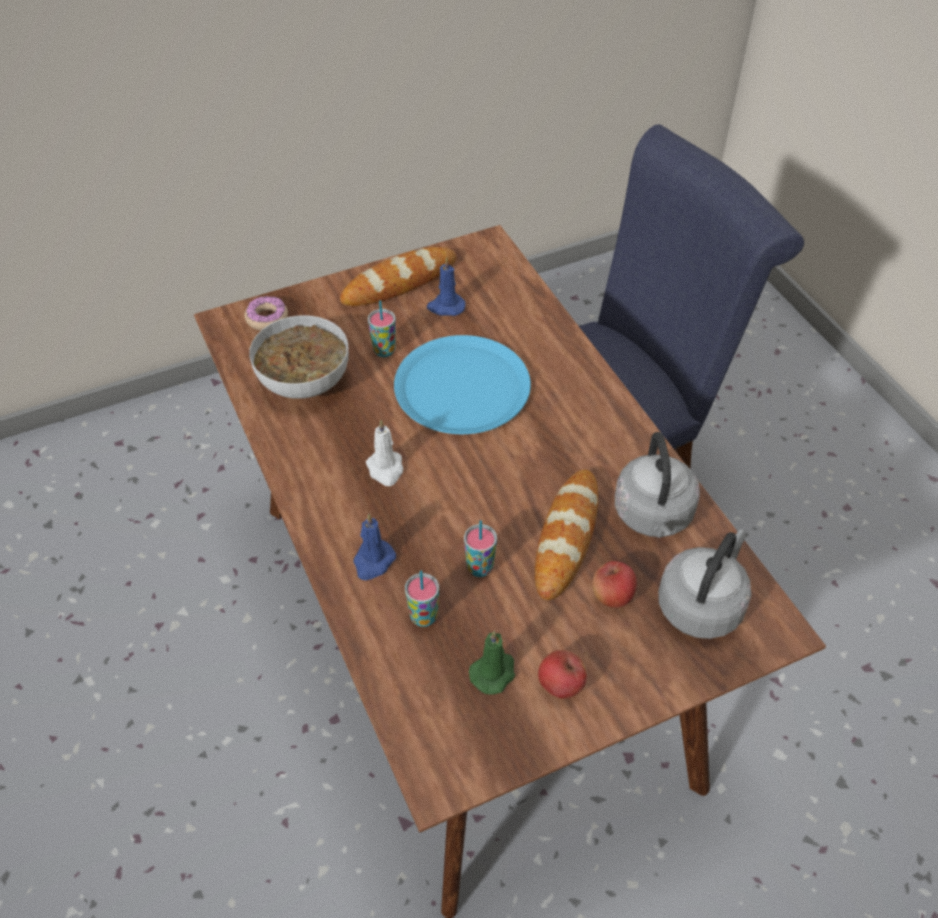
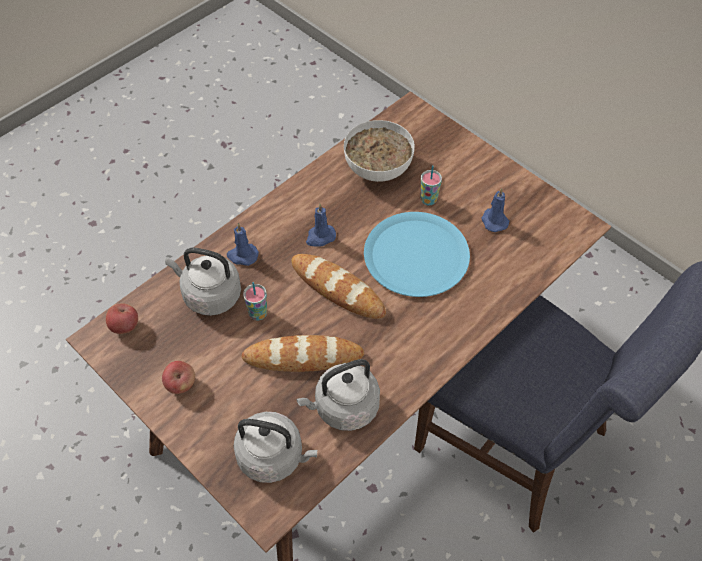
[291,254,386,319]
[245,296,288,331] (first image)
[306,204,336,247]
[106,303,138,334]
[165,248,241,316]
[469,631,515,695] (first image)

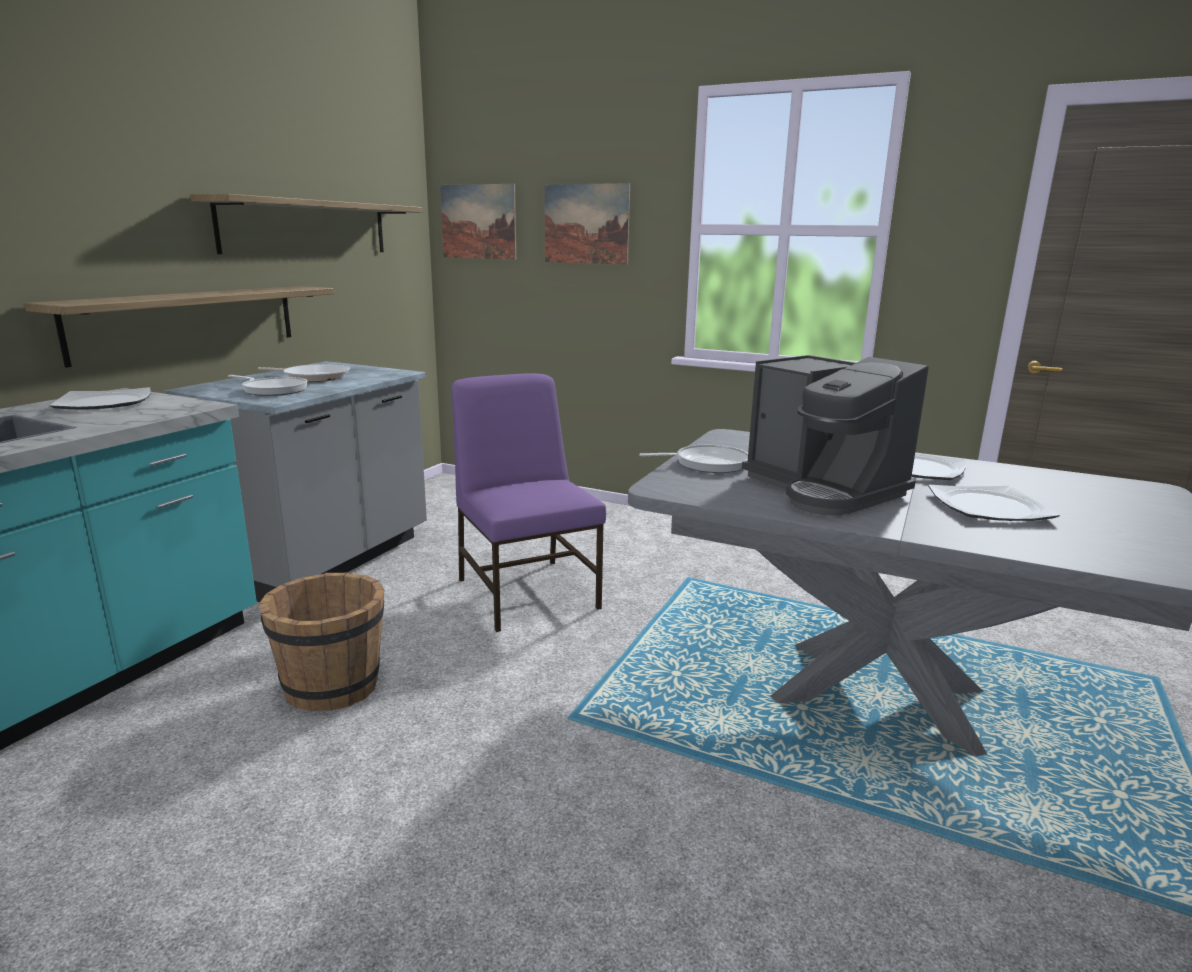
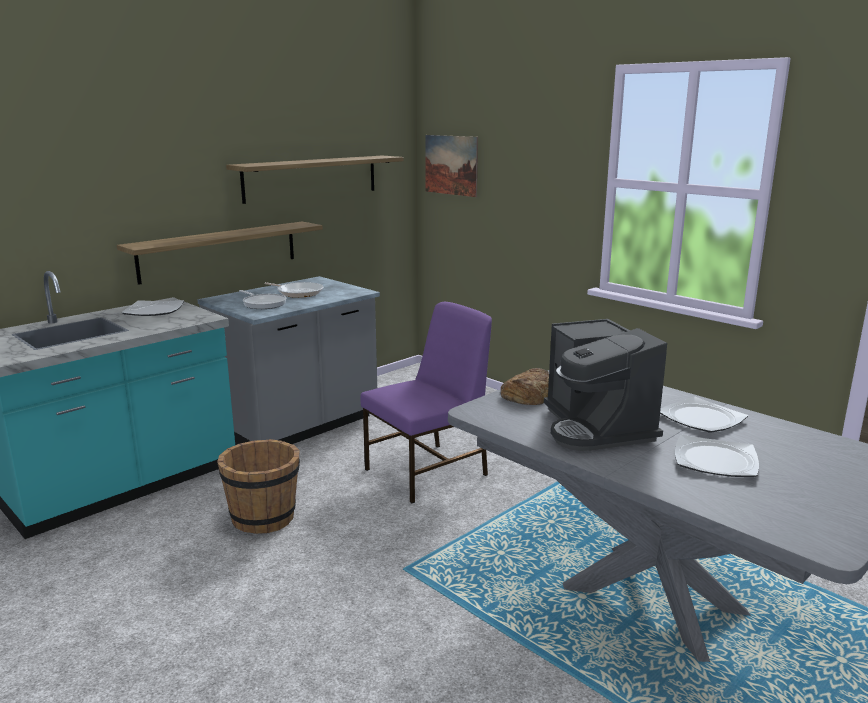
[544,183,630,265] (first image)
[361,302,492,503]
[501,368,549,405]

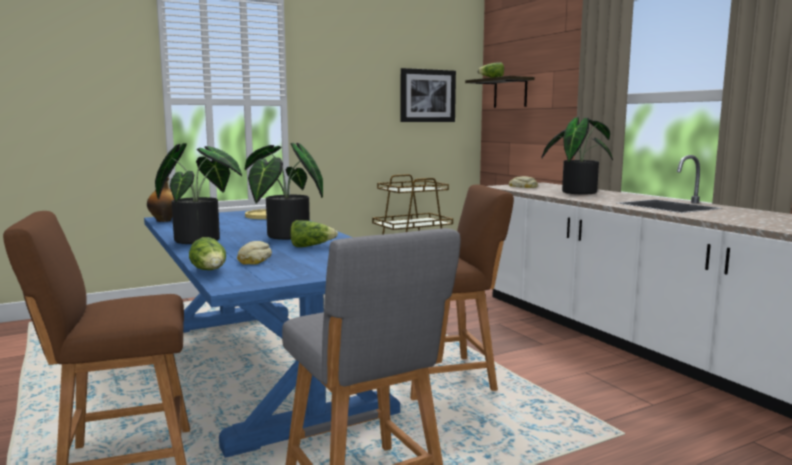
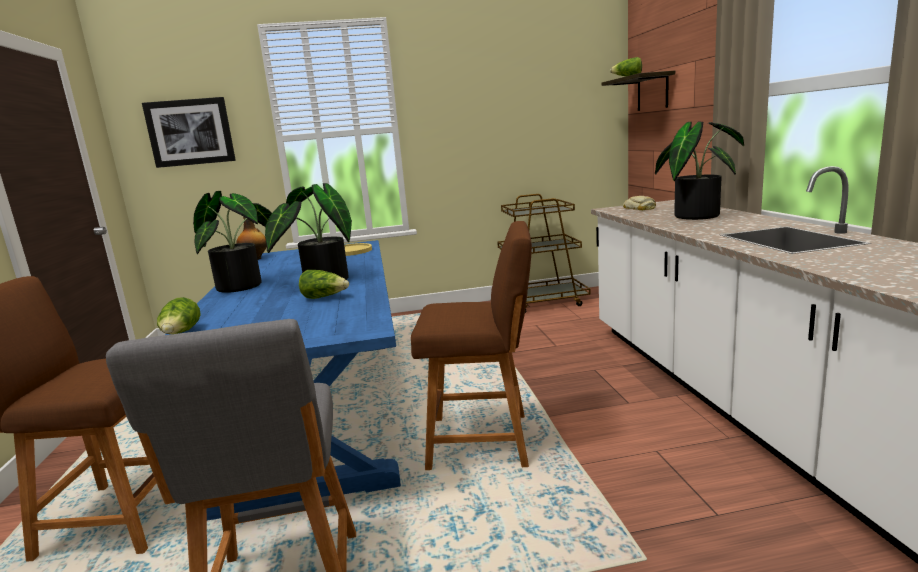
[142,97,236,168]
[237,241,272,265] (first image)

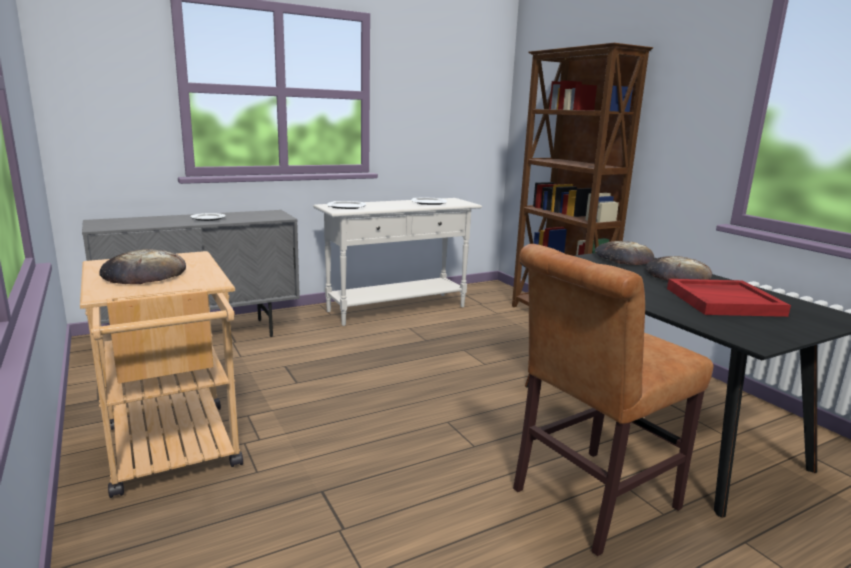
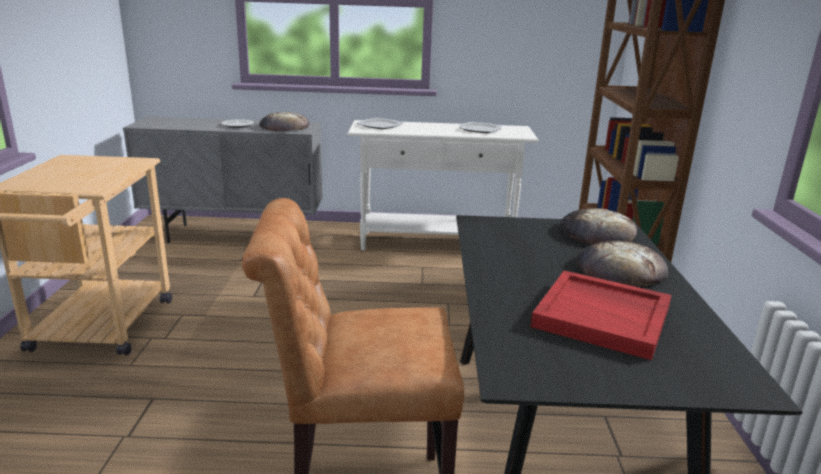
[259,112,309,131]

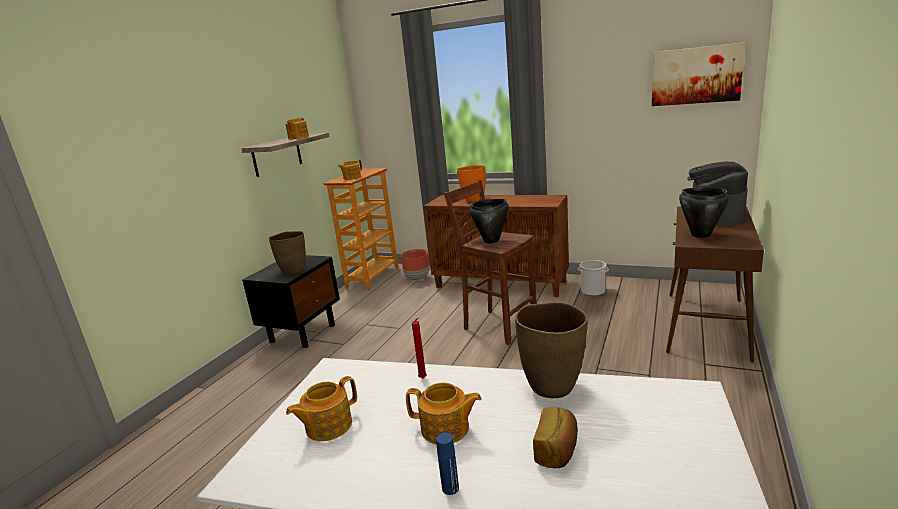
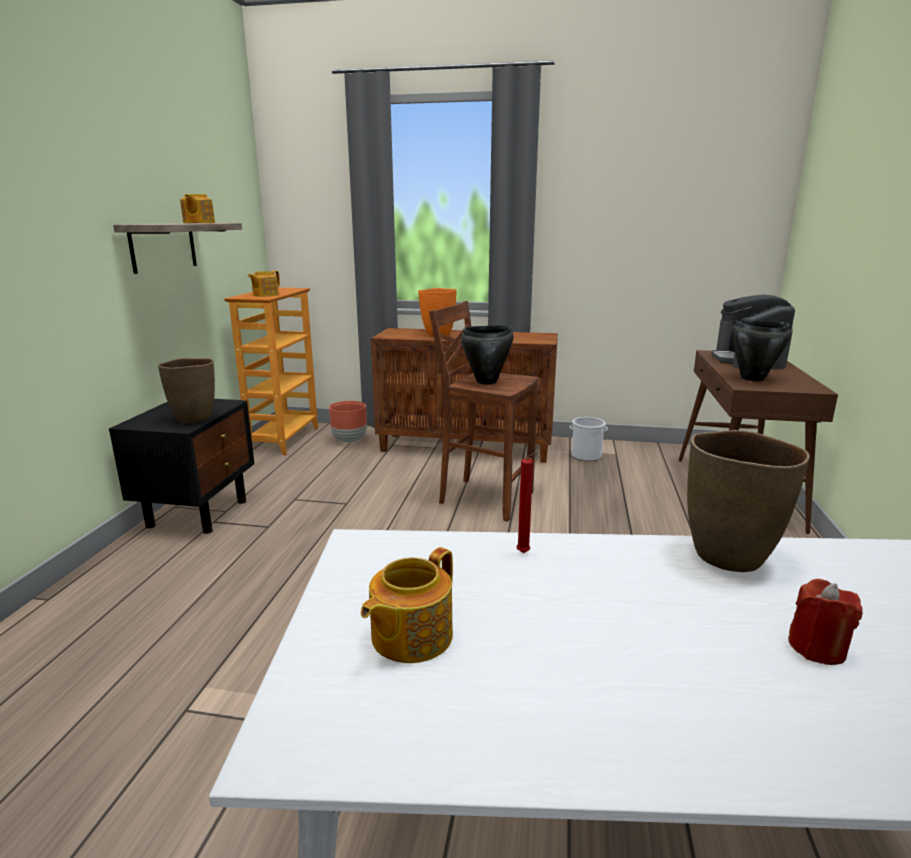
[652,42,745,106] (first image)
[406,383,482,445] (first image)
[788,579,863,665]
[436,432,459,495] (first image)

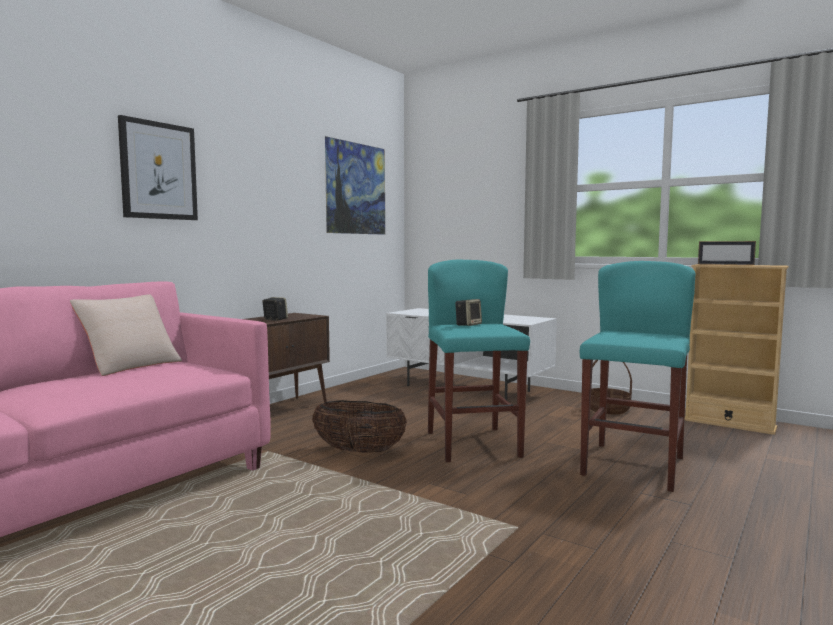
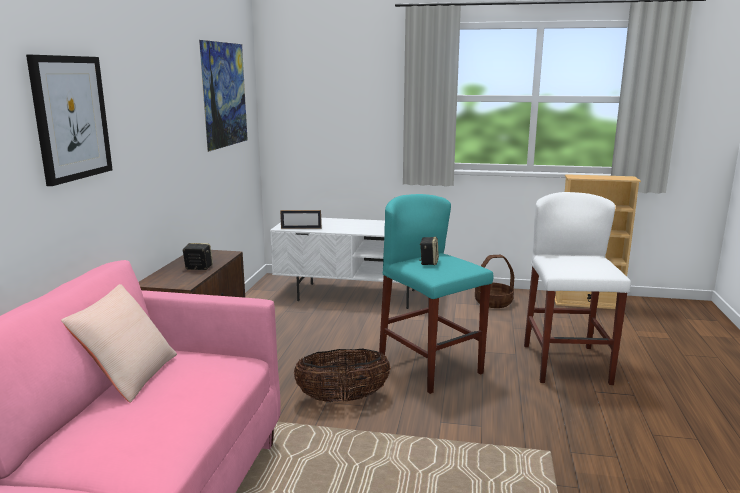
[280,210,321,229]
[524,192,631,385]

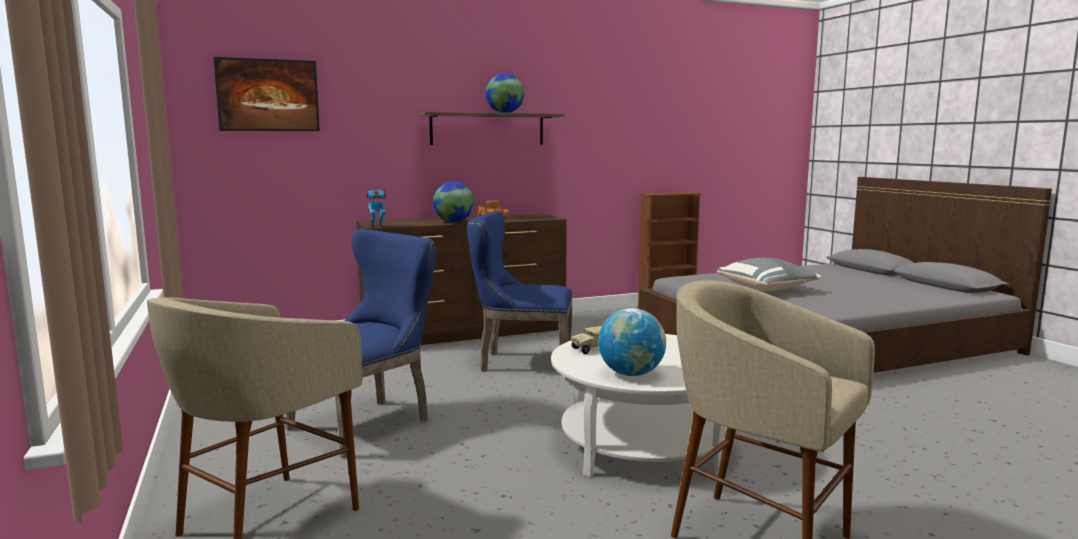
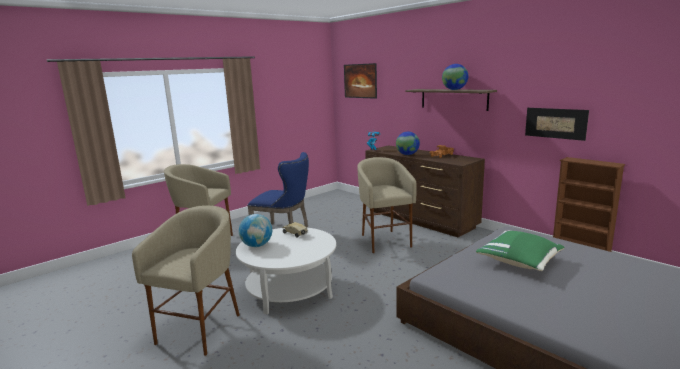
[357,157,417,253]
[476,231,564,271]
[525,108,589,141]

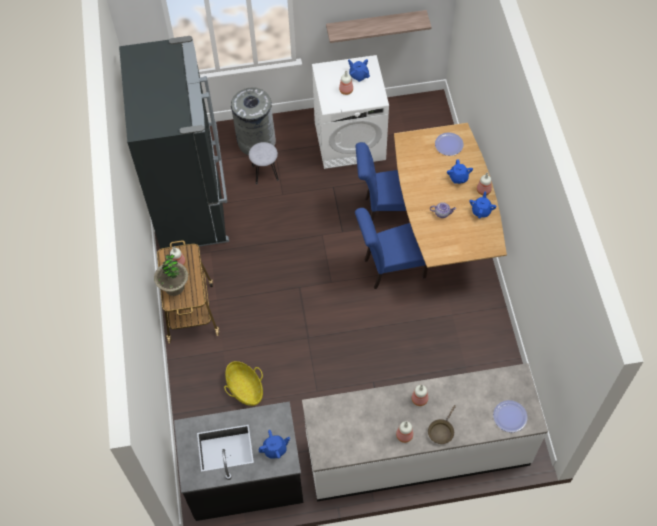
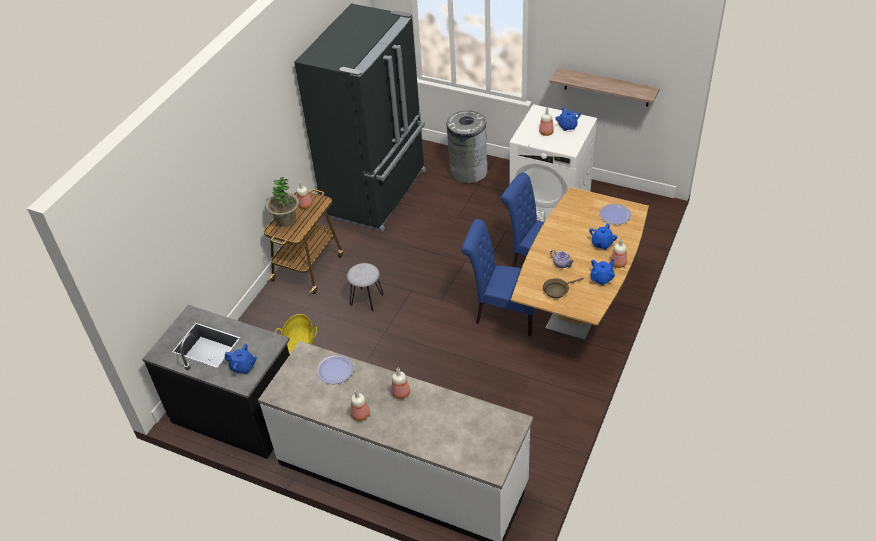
[347,263,384,312]
[317,355,353,384]
[543,278,584,298]

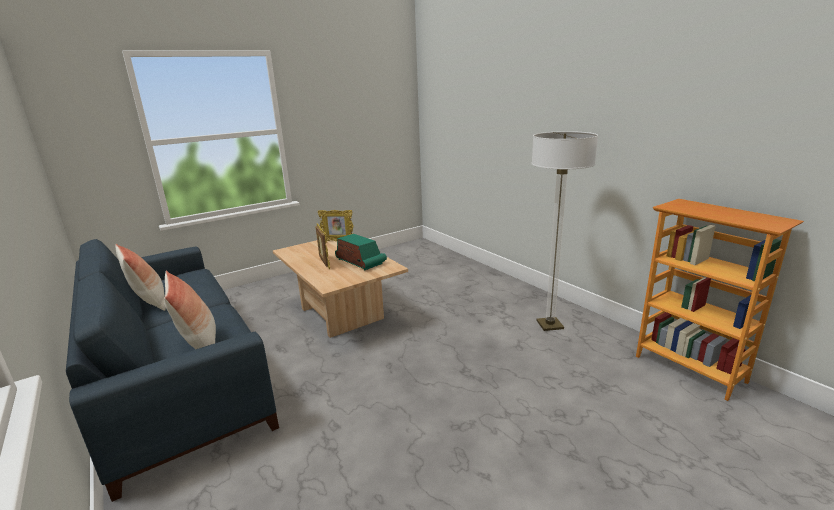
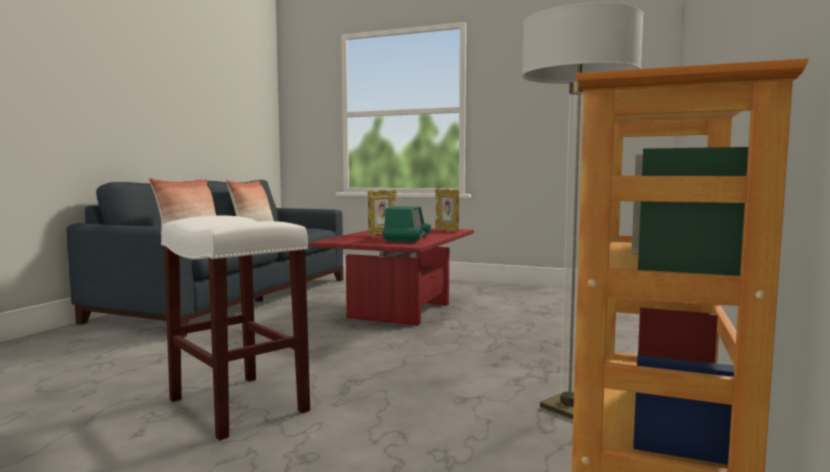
[310,228,474,326]
[161,216,310,440]

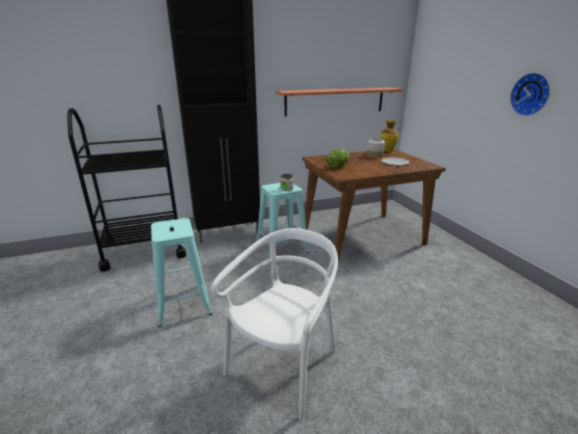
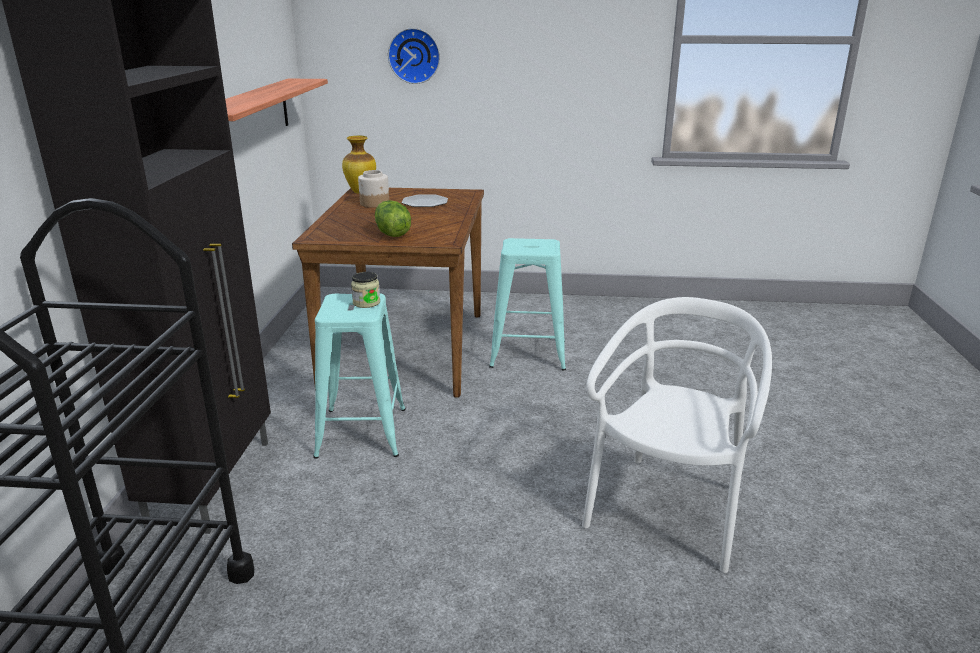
[388,28,440,84]
[489,238,566,370]
[582,297,772,573]

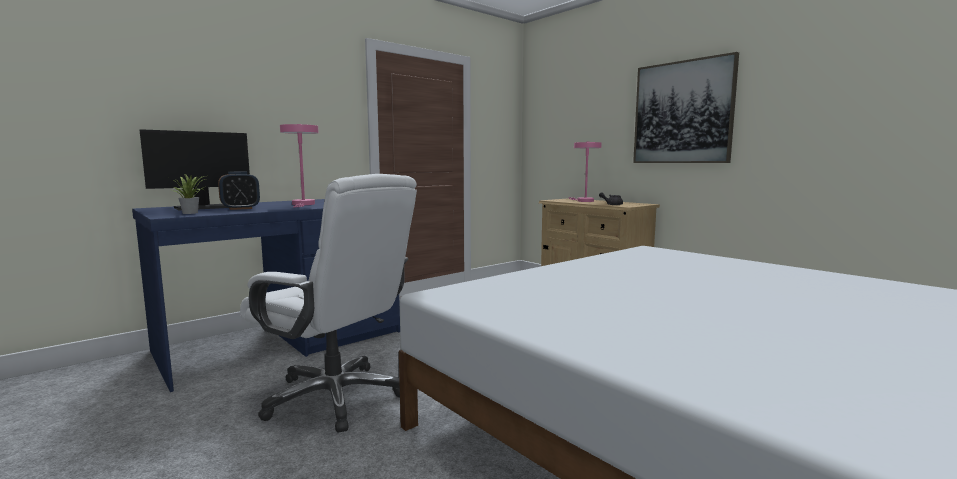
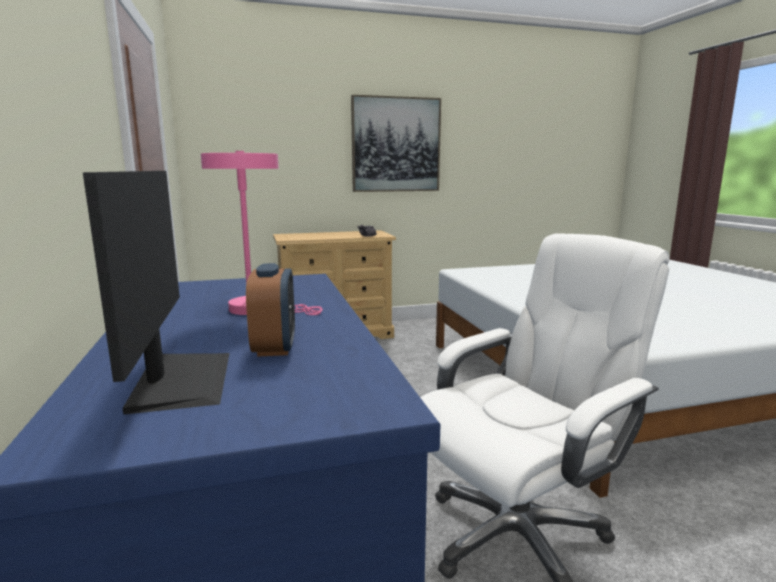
[569,142,601,202] (first image)
[167,174,206,214] (first image)

